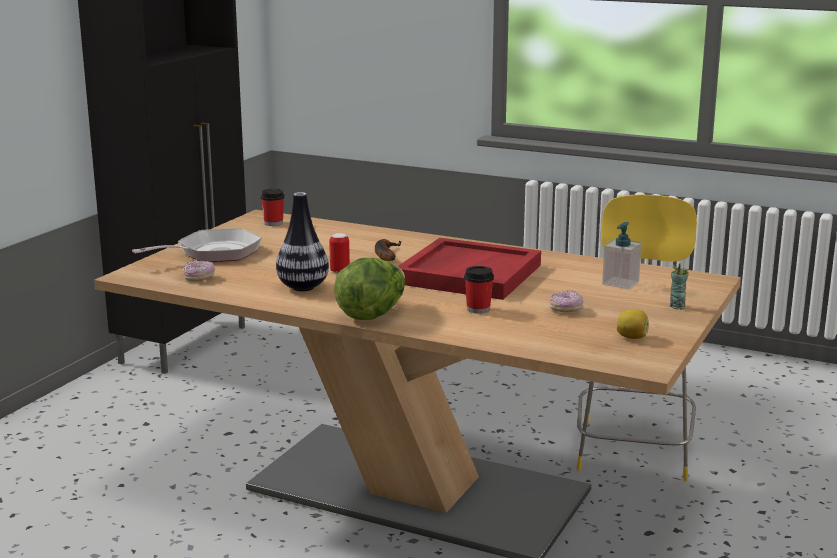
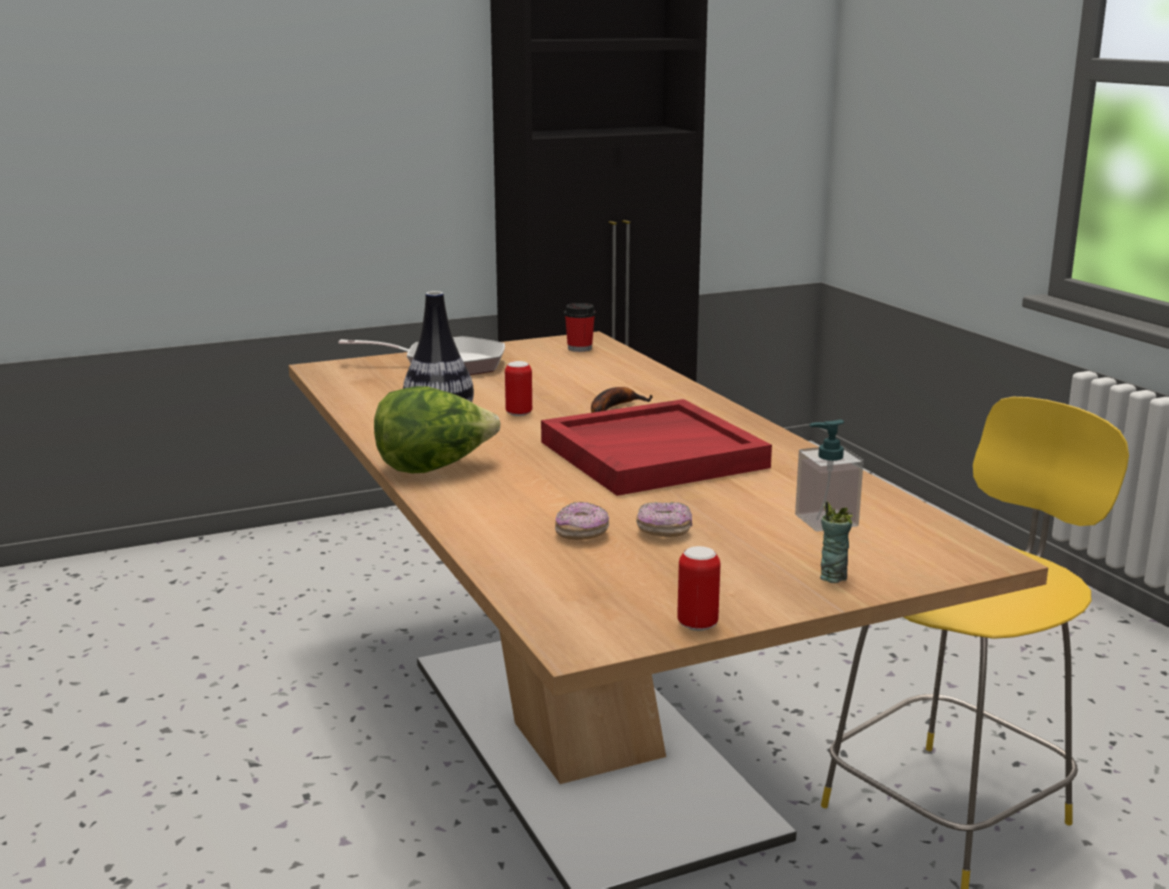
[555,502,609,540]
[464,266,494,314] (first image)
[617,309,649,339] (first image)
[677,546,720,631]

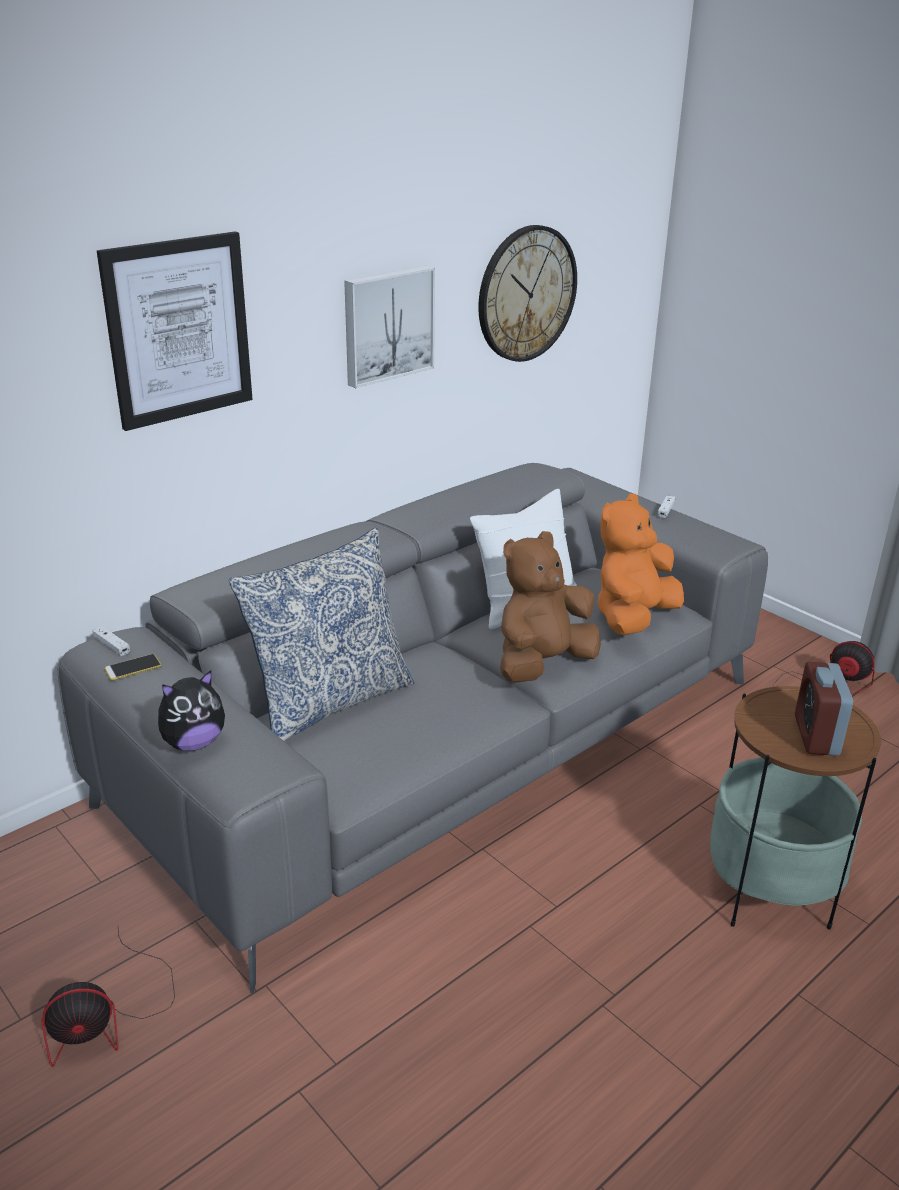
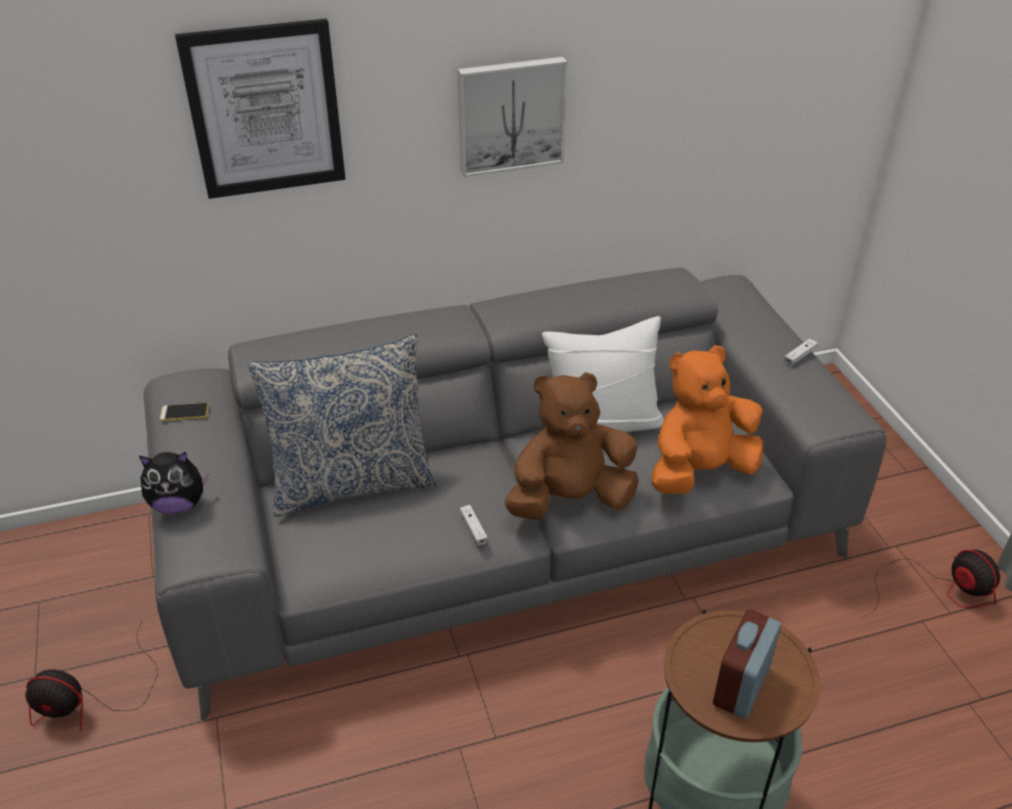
[478,225,577,362] (first image)
[460,505,488,546]

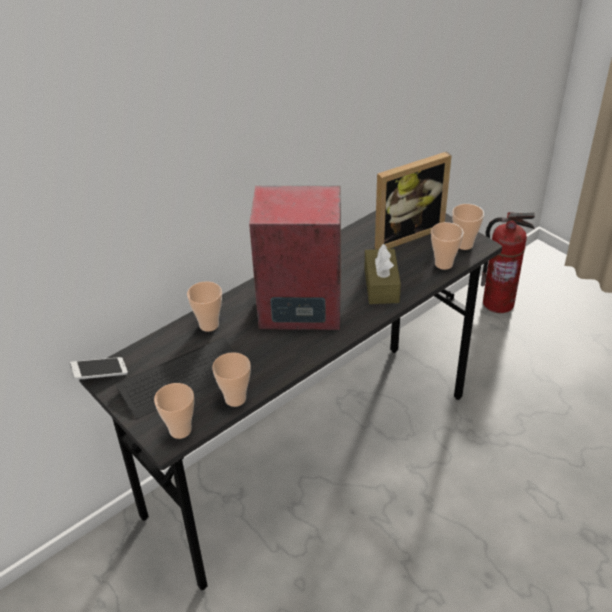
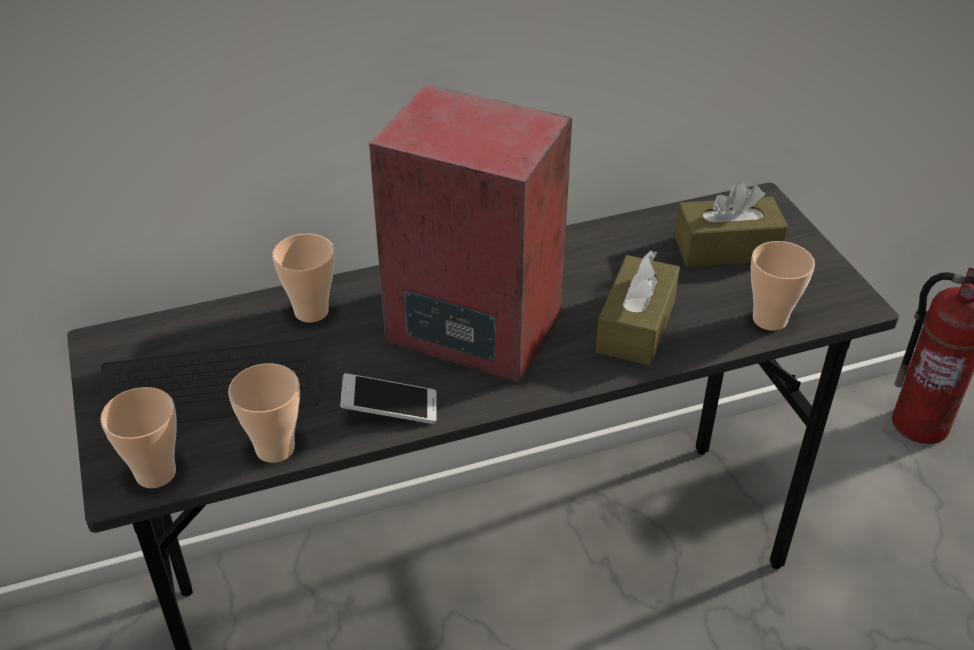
[674,182,788,267]
[452,204,484,250] (first image)
[340,373,437,424]

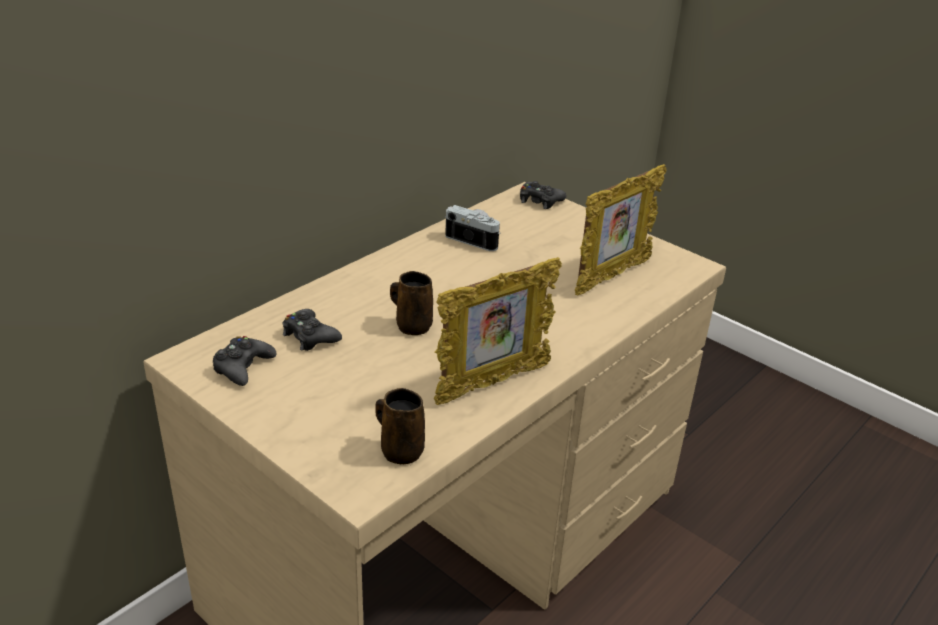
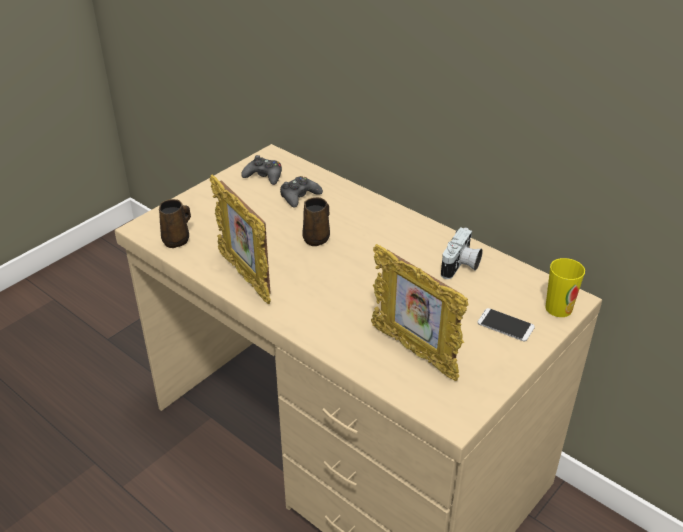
[545,258,585,317]
[477,308,535,341]

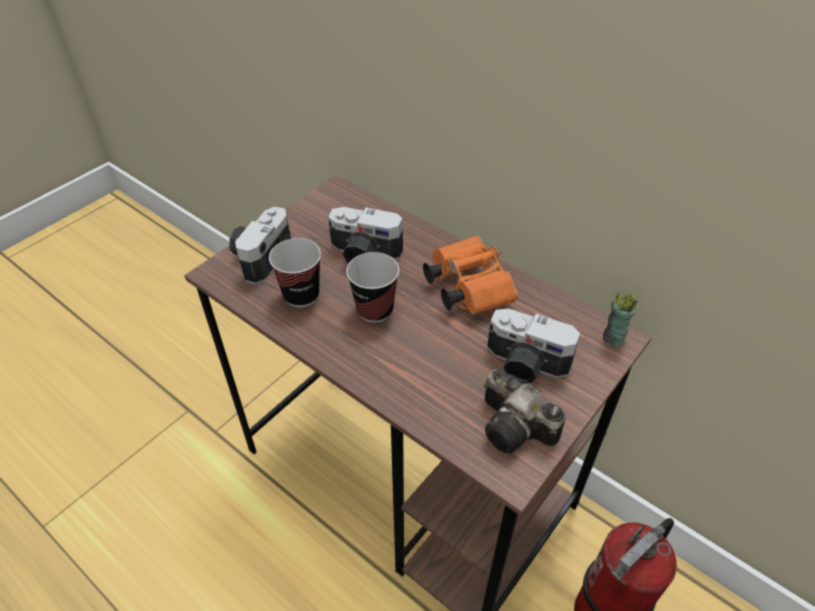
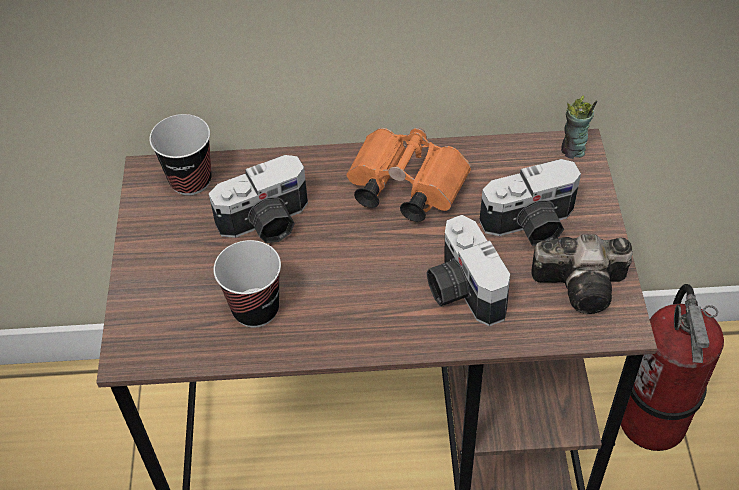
[426,215,510,326]
[149,114,212,195]

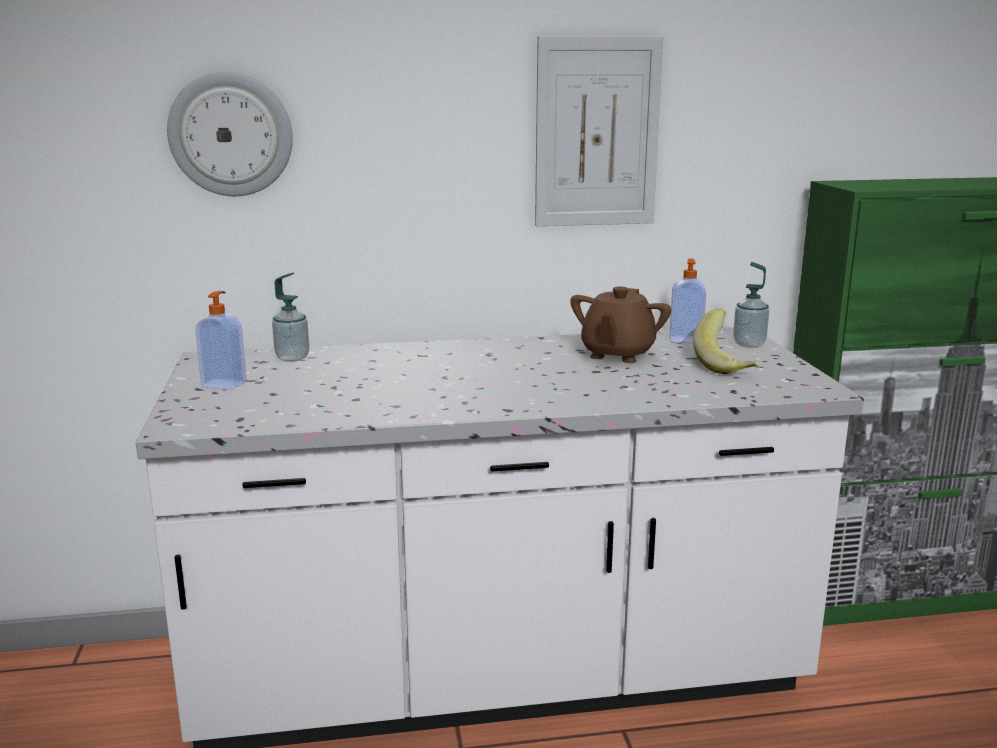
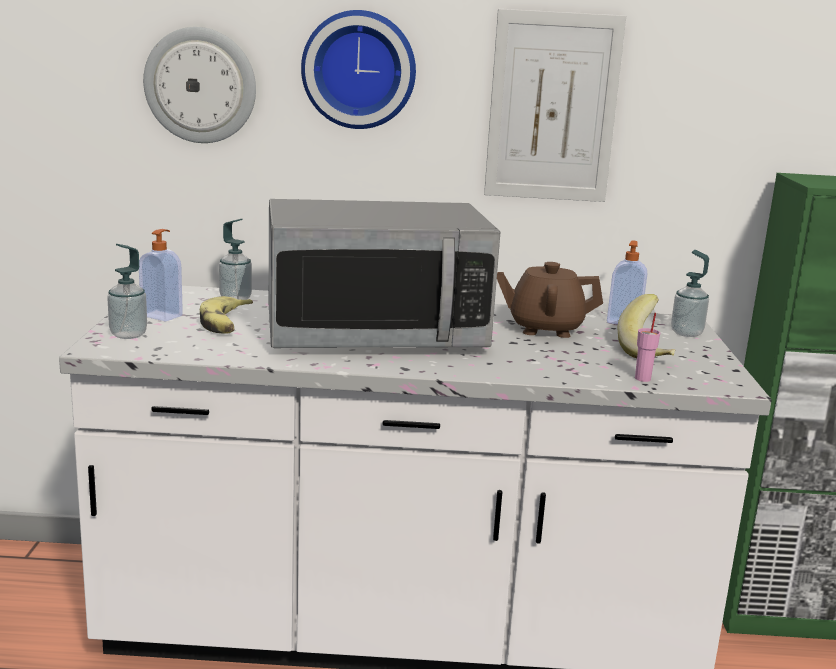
[497,262,603,338]
[301,10,416,129]
[269,199,500,348]
[107,244,147,339]
[200,296,253,334]
[635,313,660,382]

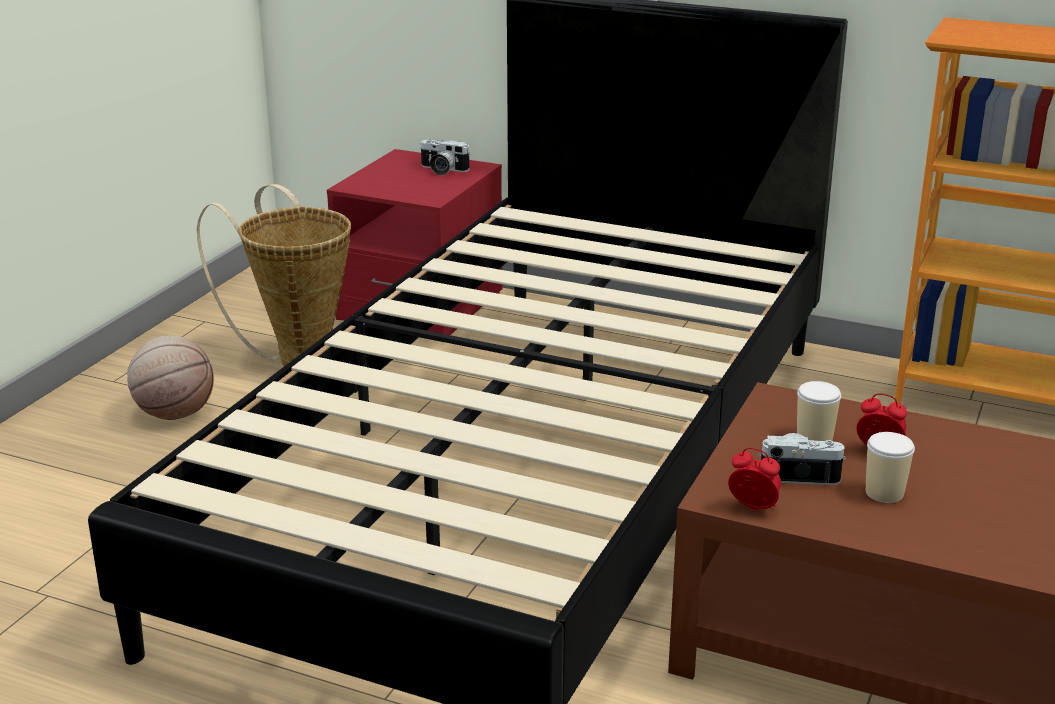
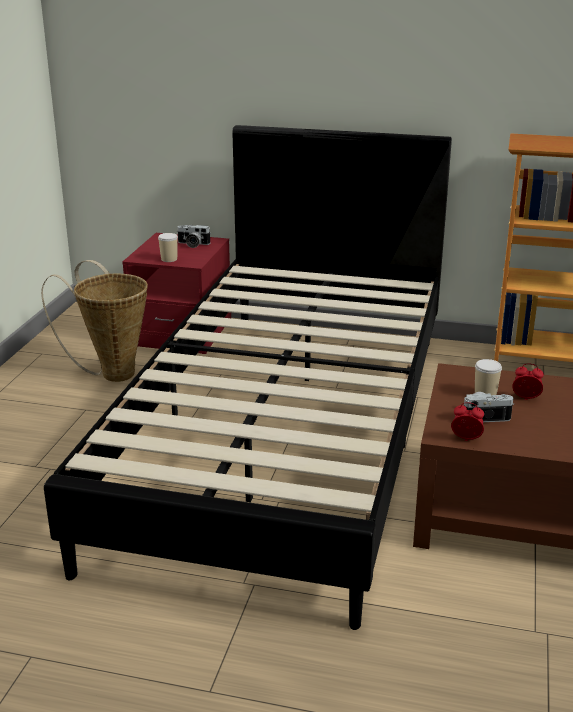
[127,335,214,420] (first image)
[158,233,178,262]

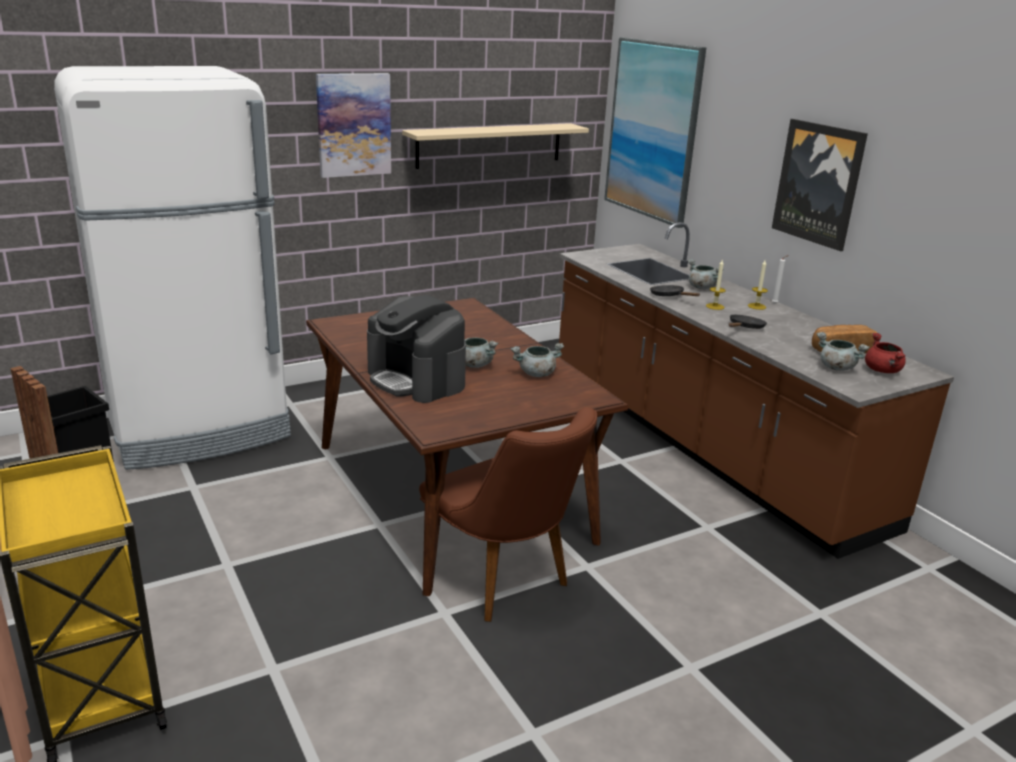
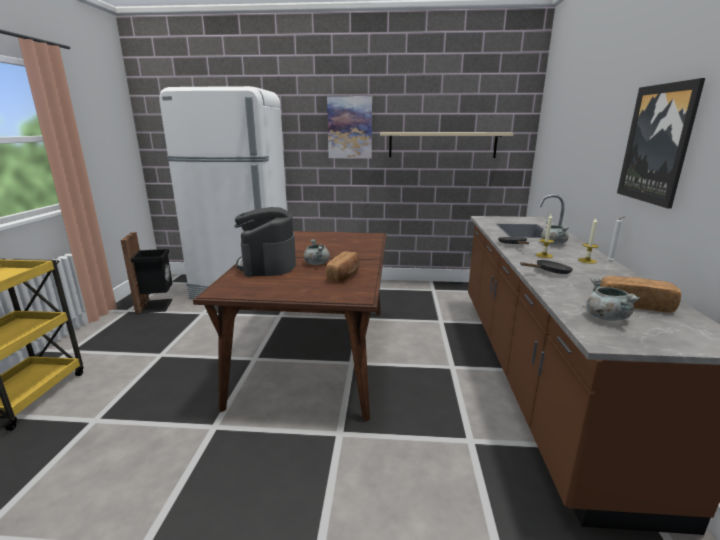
[604,37,706,228] (first image)
[865,333,906,373] (first image)
[326,251,360,282]
[419,408,597,622] (first image)

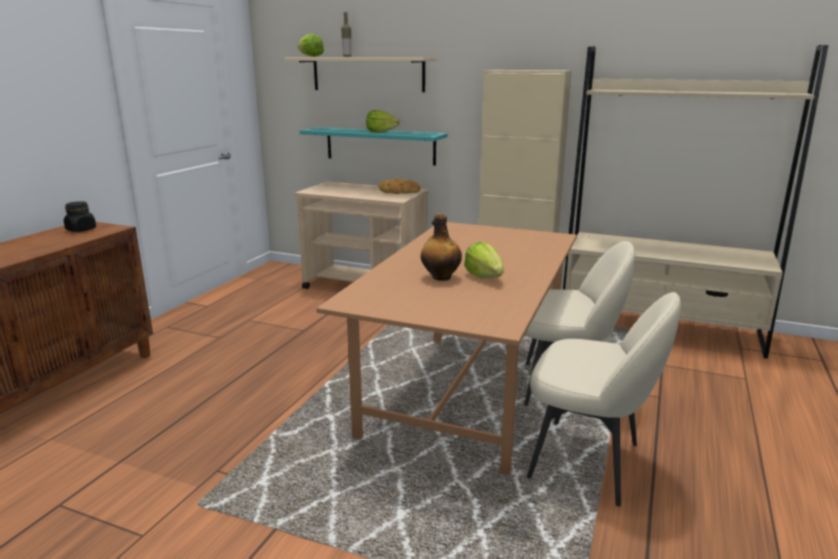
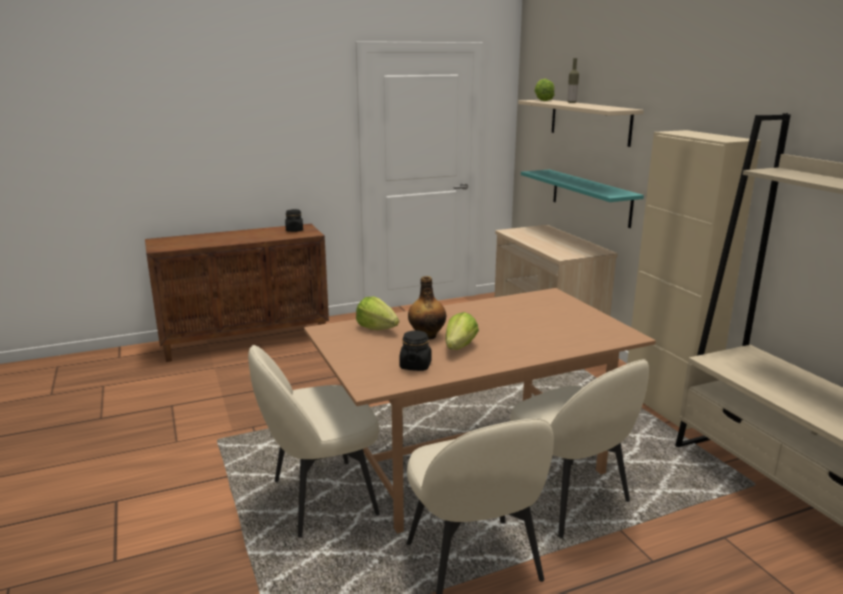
[356,296,399,330]
[378,179,421,194] (first image)
[399,330,432,371]
[248,345,380,538]

